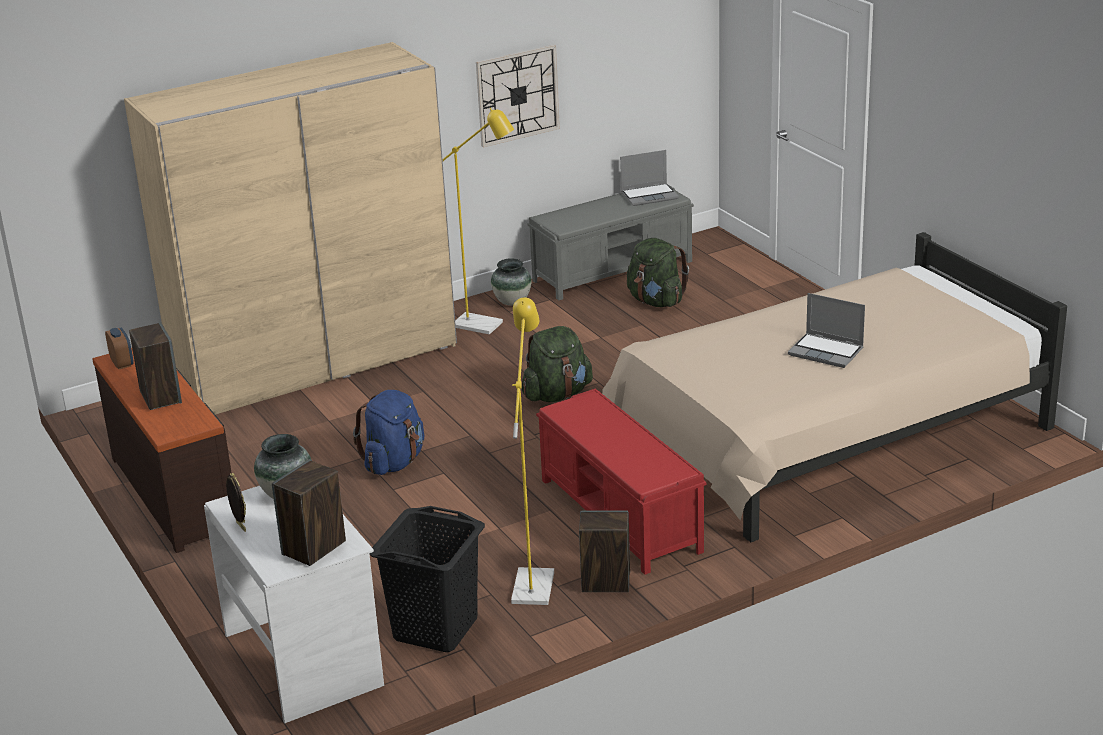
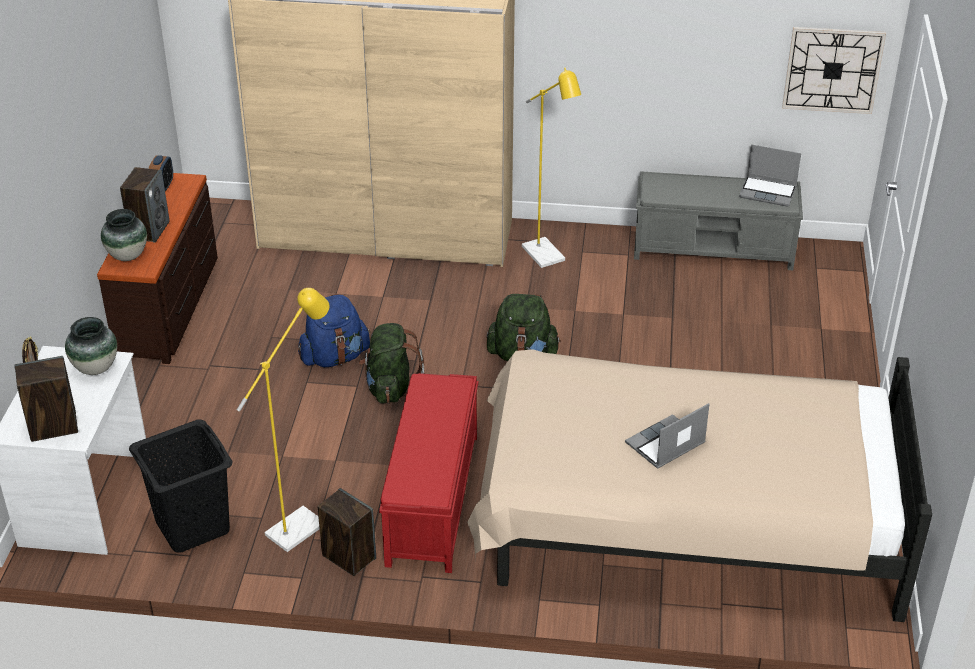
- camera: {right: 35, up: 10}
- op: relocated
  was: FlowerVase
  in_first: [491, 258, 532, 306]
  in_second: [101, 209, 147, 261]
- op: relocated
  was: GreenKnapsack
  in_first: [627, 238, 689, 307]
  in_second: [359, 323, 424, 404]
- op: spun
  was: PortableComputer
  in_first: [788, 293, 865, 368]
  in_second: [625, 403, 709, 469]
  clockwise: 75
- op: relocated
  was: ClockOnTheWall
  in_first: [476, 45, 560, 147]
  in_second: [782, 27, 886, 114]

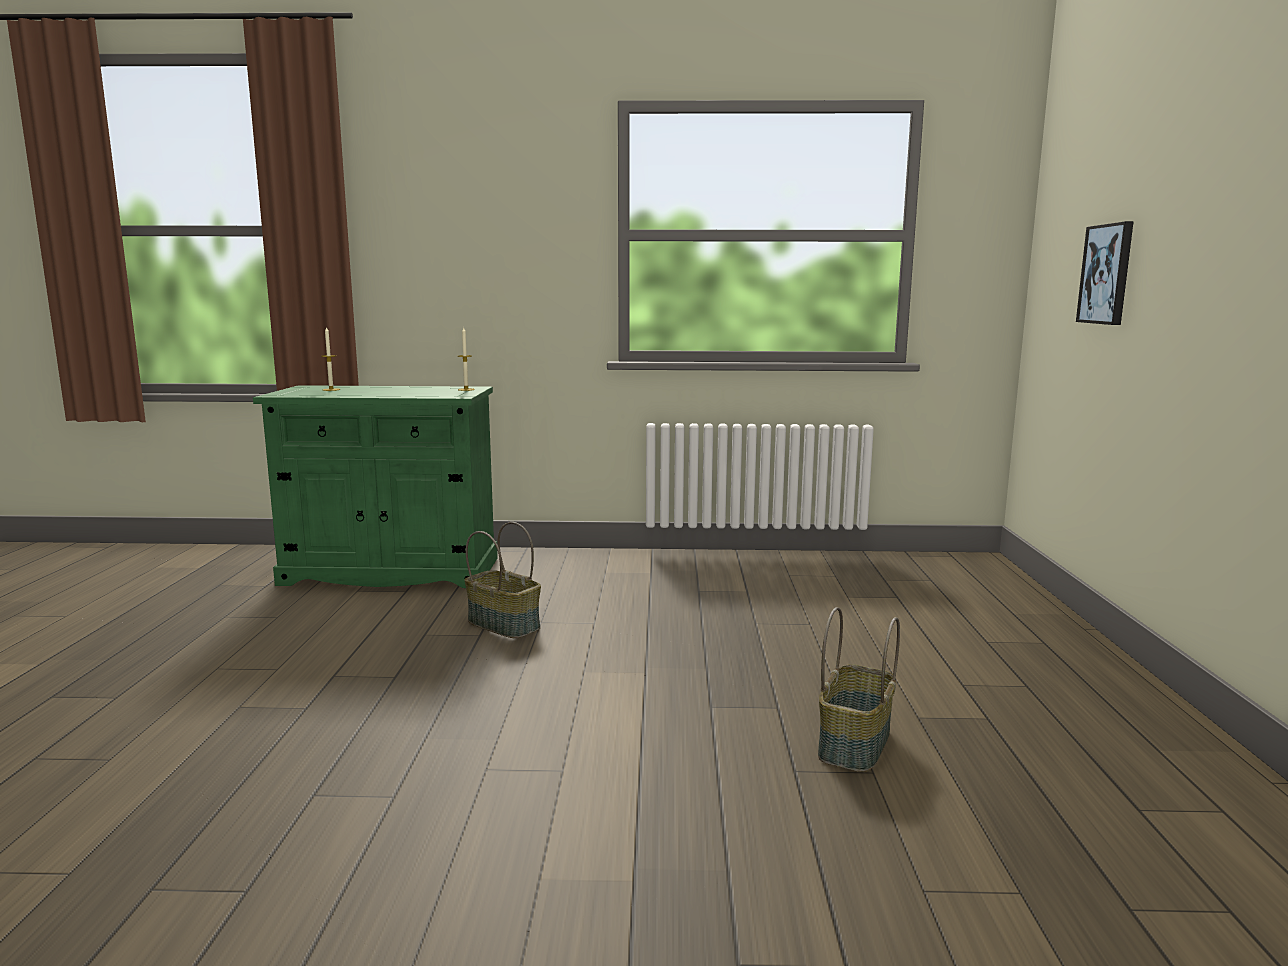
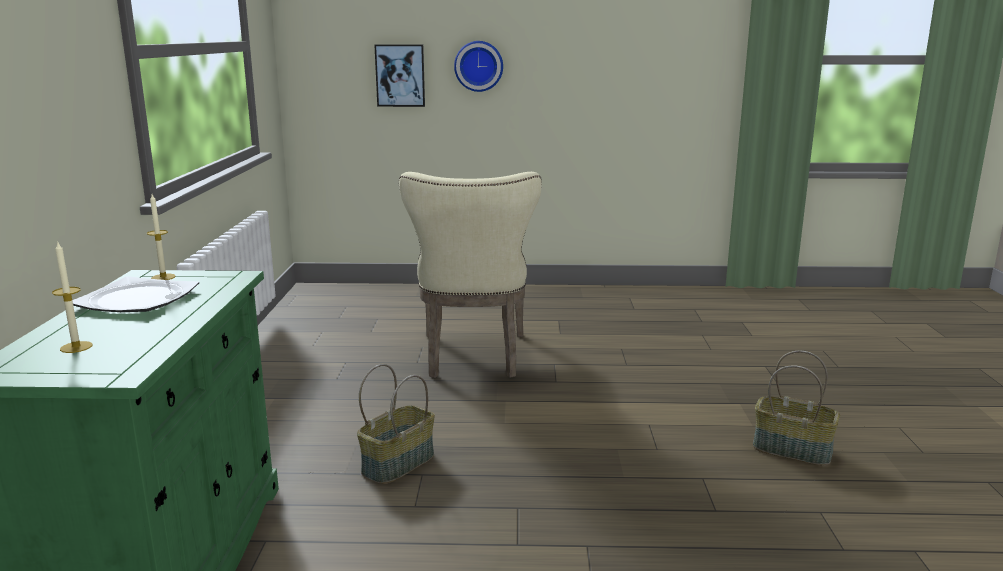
- camera: {right: -90, up: 5}
- op: appeared
  now: FlatDish
  in_second: [72, 276, 199, 312]
- op: appeared
  now: SandColouredChair
  in_second: [399, 172, 542, 378]
- op: appeared
  now: ClockOnTheWall
  in_second: [454, 41, 503, 92]
- op: relocated
  was: StorageBasket
  in_first: [818, 607, 900, 772]
  in_second: [753, 351, 840, 466]

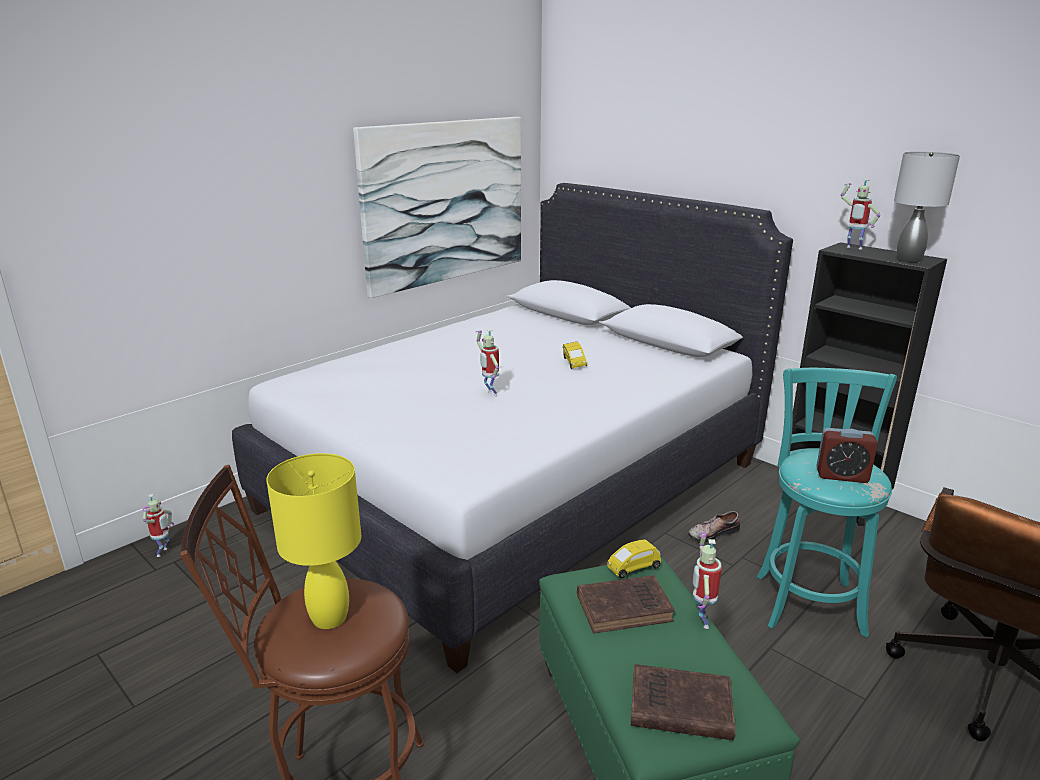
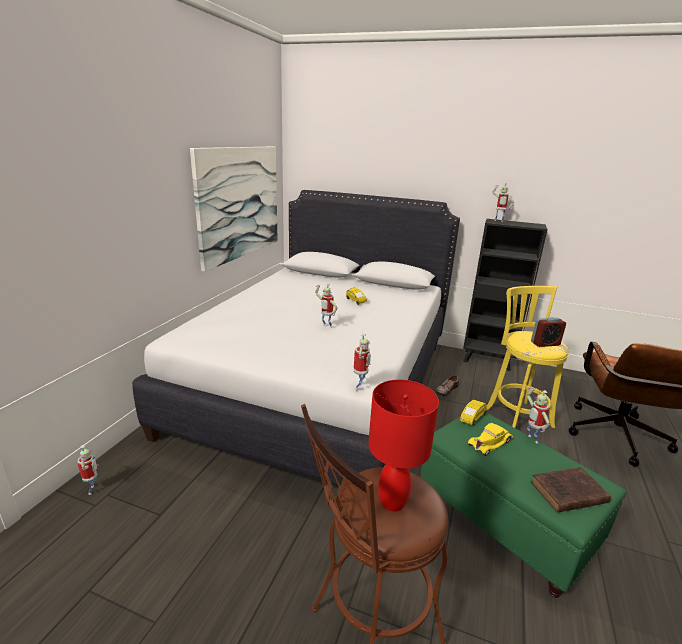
- camera: {right: -25, up: 0}
- op: appeared
  now: RobotFigure
  in_second: [354, 333, 371, 390]
- op: colour
  was: YellowColouredTabletopLamp
  now: RedTabletopLamp
  in_first: [266, 453, 361, 629]
  in_second: [368, 380, 439, 511]
- op: exchanged
  was: BrownColouredBook
  now: YellowColouredMiniatureCar
  in_first: [577, 575, 675, 634]
  in_second: [468, 423, 513, 456]
- op: colour
  was: BlueGreenSittingStool
  now: YellowColouredSittingStool
  in_first: [757, 368, 897, 638]
  in_second: [487, 286, 569, 428]
- op: missing
  was: GreyTabletopLamp
  in_first: [894, 152, 960, 263]

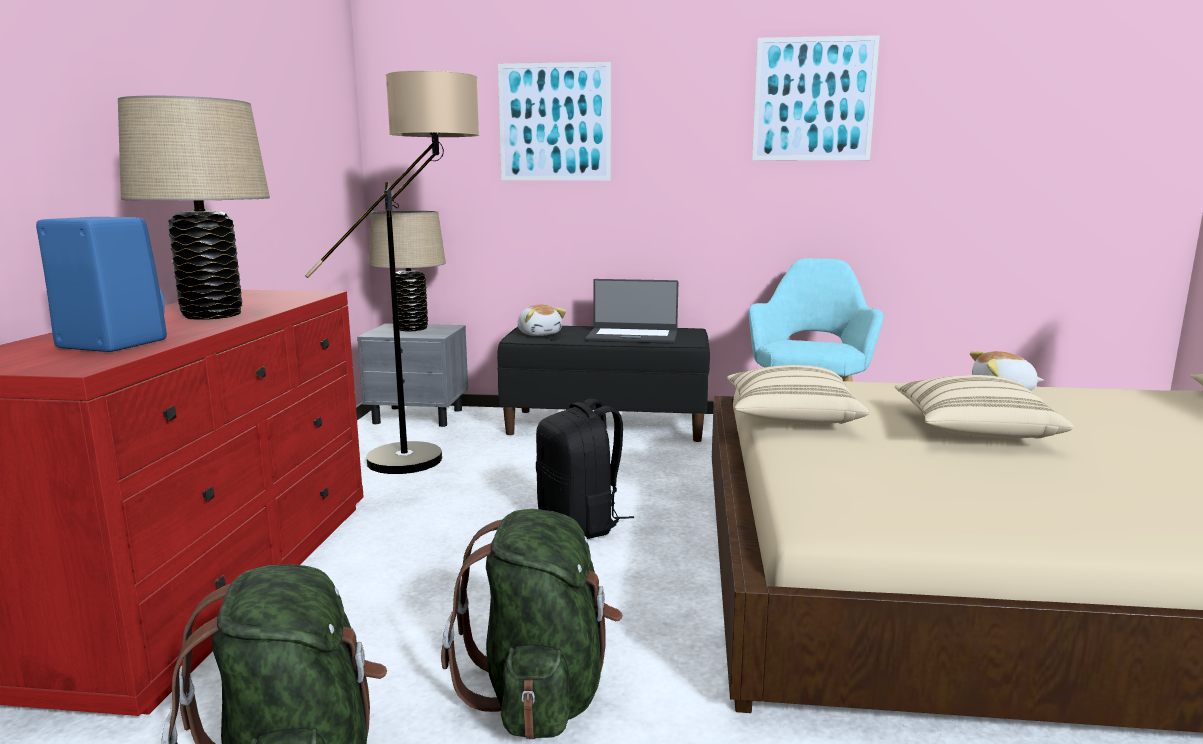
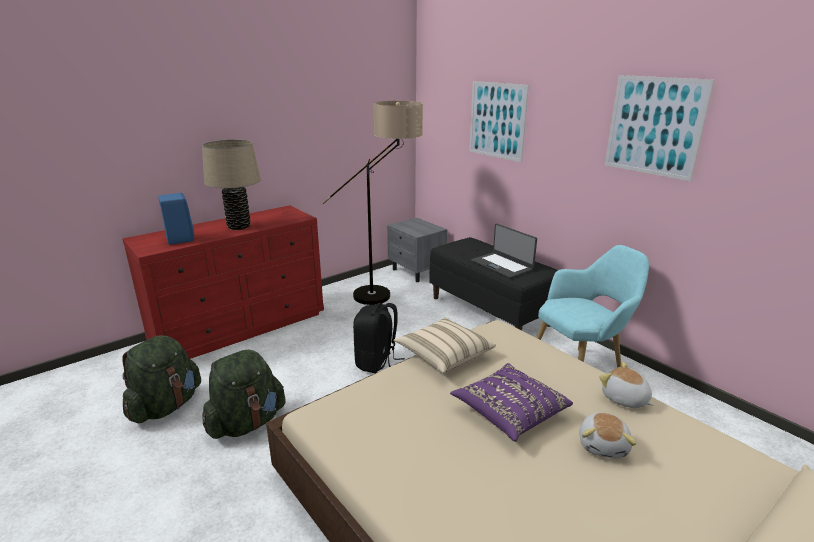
- camera: {right: 45, up: 10}
- op: colour
  was: SandColouredThrowPillow
  now: PurplishThrowPillow
  in_first: [894, 375, 1073, 439]
  in_second: [450, 363, 573, 442]
- op: relocated
  was: SoftToy
  in_first: [517, 304, 566, 336]
  in_second: [579, 413, 637, 458]
- op: missing
  was: SandColouredTabletopLamp
  in_first: [370, 210, 446, 332]

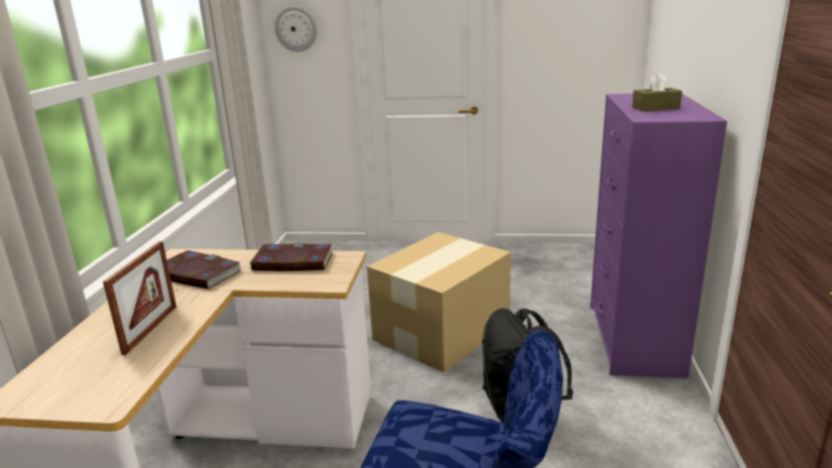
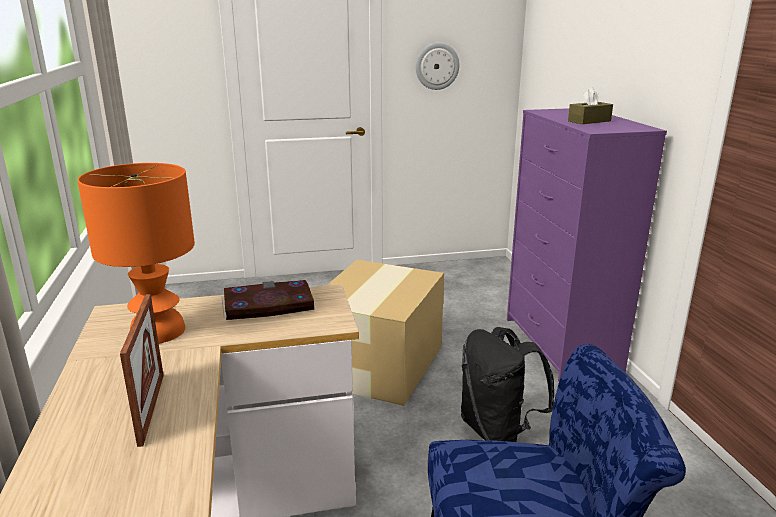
- camera: {right: -20, up: 0}
- op: exchanged
  was: Book
  now: OrangeyTabletopLamp
  in_first: [167, 250, 242, 289]
  in_second: [77, 163, 195, 344]
- op: relocated
  was: ClockOnTheWall
  in_first: [275, 6, 317, 52]
  in_second: [416, 43, 460, 90]

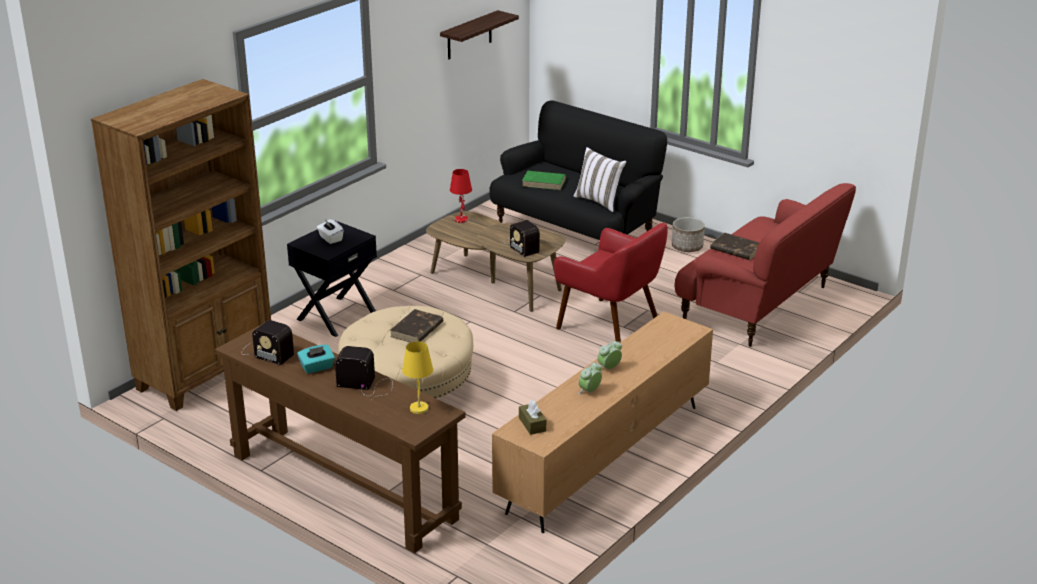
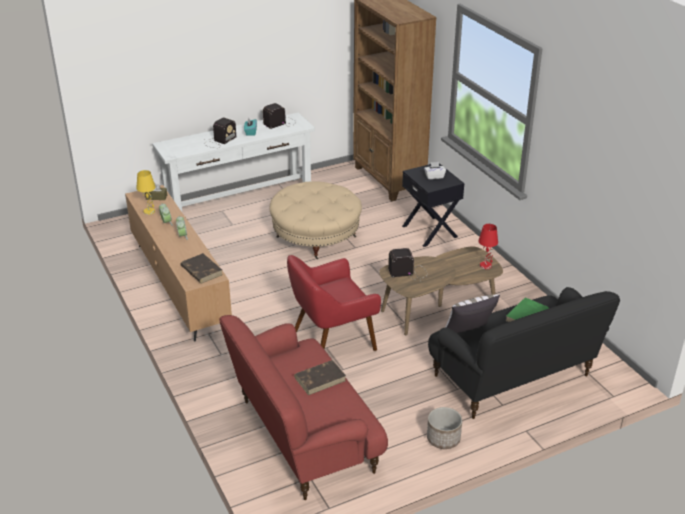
- camera: {right: 115, up: 5}
- op: relocated
  was: YellowColouredTabletopLamp
  in_first: [402, 341, 433, 414]
  in_second: [136, 170, 156, 215]
- op: colour
  was: BrownColouredNarrowTable
  now: WhitishNarrowTable
  in_first: [215, 323, 466, 553]
  in_second: [152, 112, 315, 213]
- op: relocated
  was: BrownColouredBook
  in_first: [390, 309, 443, 343]
  in_second: [180, 253, 223, 283]
- op: missing
  was: Shelf
  in_first: [440, 10, 519, 59]

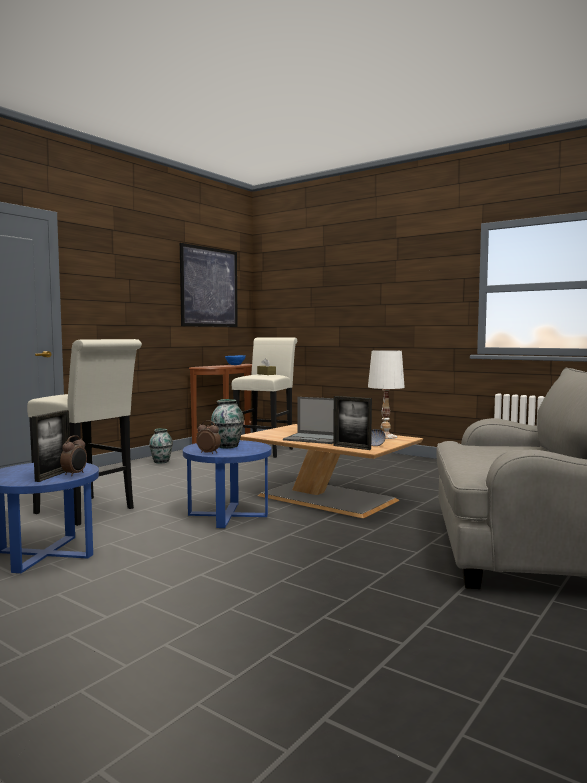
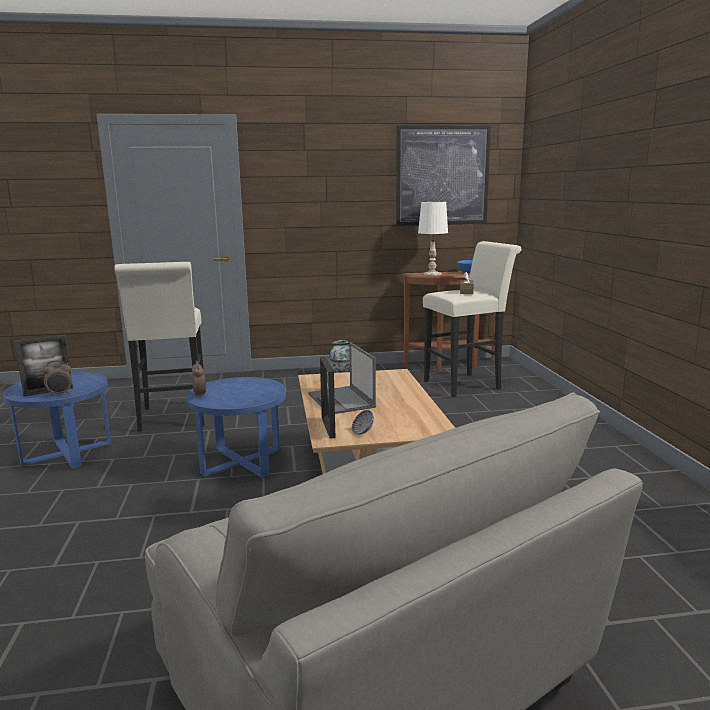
- camera: {right: 45, up: 10}
- op: relocated
  was: WhitishTabletopLamp
  in_first: [368, 350, 405, 439]
  in_second: [418, 202, 448, 276]
- op: missing
  was: FlowerVase
  in_first: [211, 399, 244, 448]

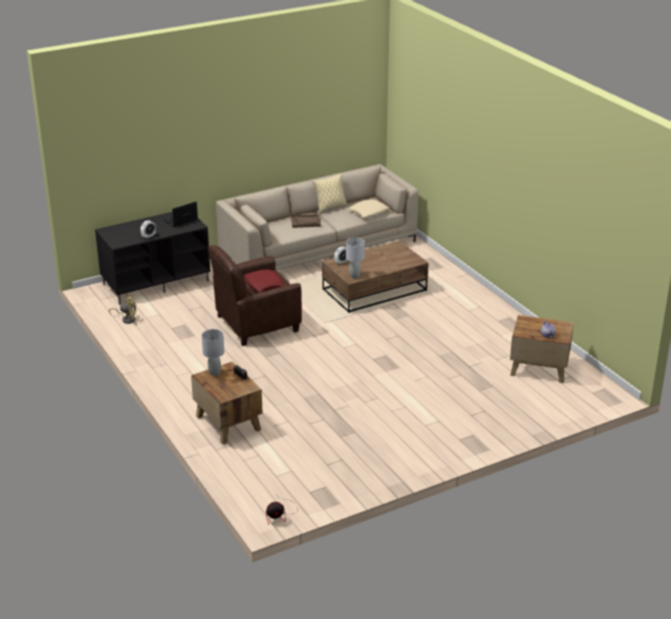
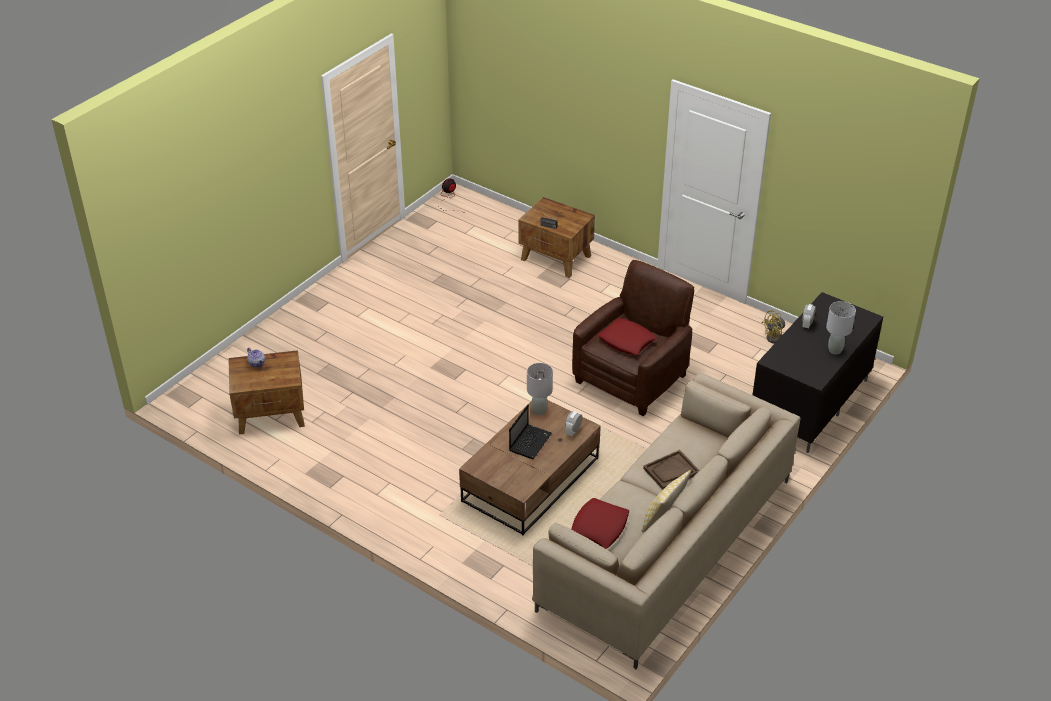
- camera: {right: 155, up: 10}
- op: relocated
  was: PortableComputer
  in_first: [164, 202, 198, 227]
  in_second: [509, 405, 552, 459]
- op: colour
  was: SandColouredThrowPillow
  now: RedThrowPillow
  in_first: [348, 199, 389, 218]
  in_second: [571, 498, 629, 549]
- op: relocated
  was: GreyTabletopLamp
  in_first: [202, 329, 224, 376]
  in_second: [826, 301, 856, 355]

